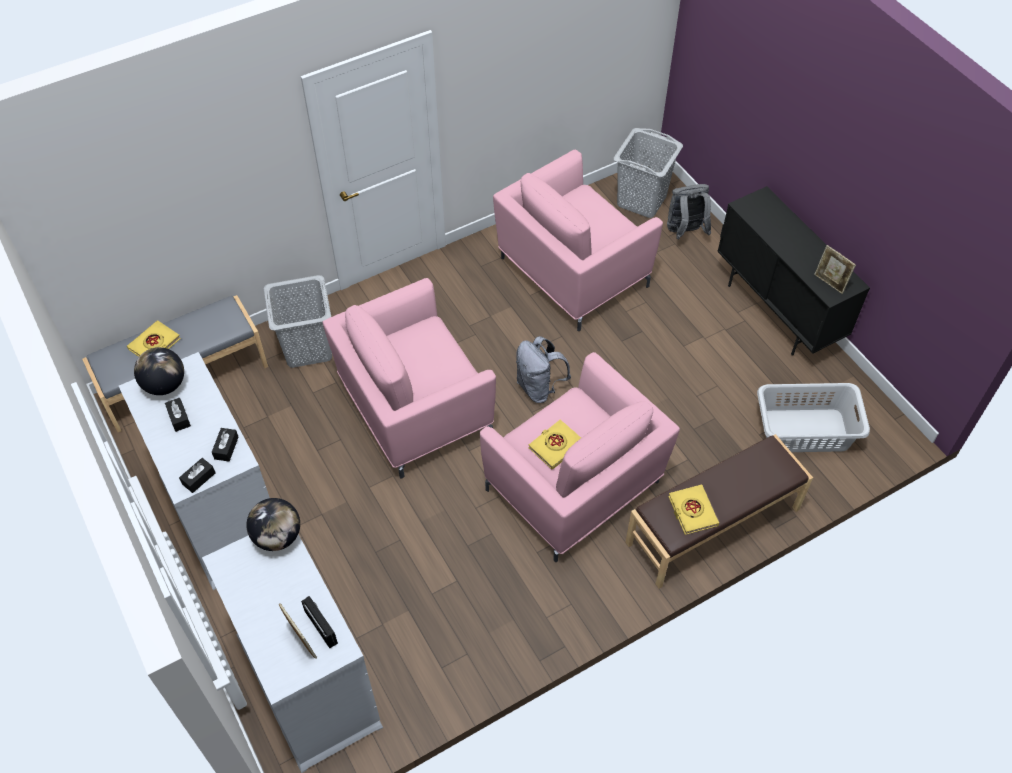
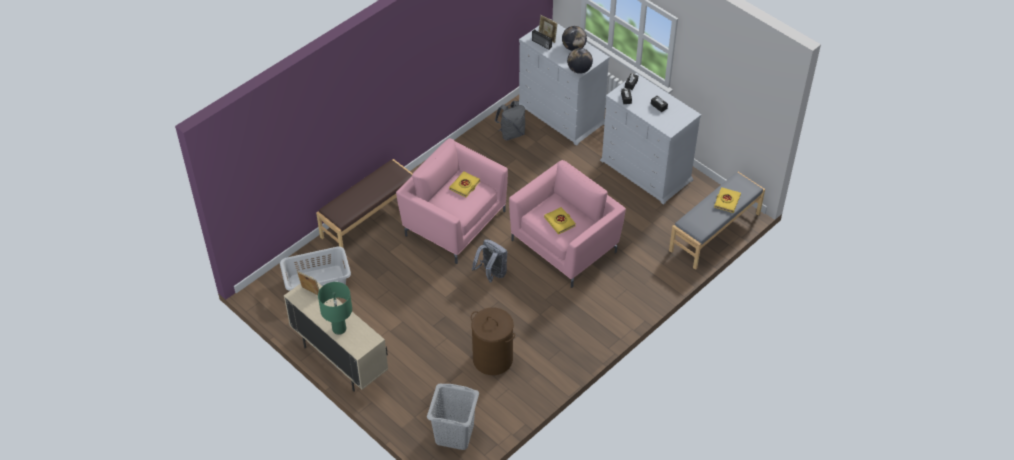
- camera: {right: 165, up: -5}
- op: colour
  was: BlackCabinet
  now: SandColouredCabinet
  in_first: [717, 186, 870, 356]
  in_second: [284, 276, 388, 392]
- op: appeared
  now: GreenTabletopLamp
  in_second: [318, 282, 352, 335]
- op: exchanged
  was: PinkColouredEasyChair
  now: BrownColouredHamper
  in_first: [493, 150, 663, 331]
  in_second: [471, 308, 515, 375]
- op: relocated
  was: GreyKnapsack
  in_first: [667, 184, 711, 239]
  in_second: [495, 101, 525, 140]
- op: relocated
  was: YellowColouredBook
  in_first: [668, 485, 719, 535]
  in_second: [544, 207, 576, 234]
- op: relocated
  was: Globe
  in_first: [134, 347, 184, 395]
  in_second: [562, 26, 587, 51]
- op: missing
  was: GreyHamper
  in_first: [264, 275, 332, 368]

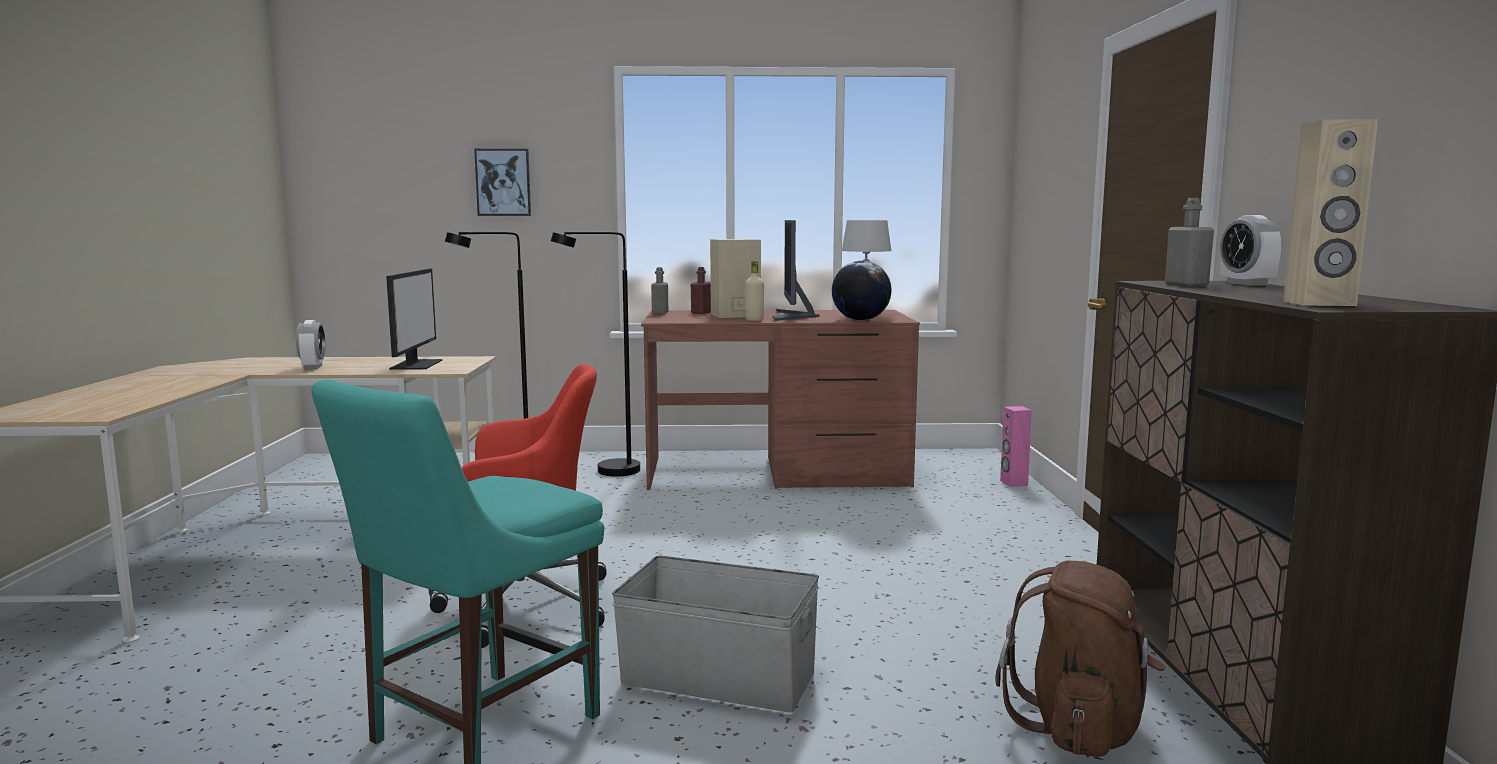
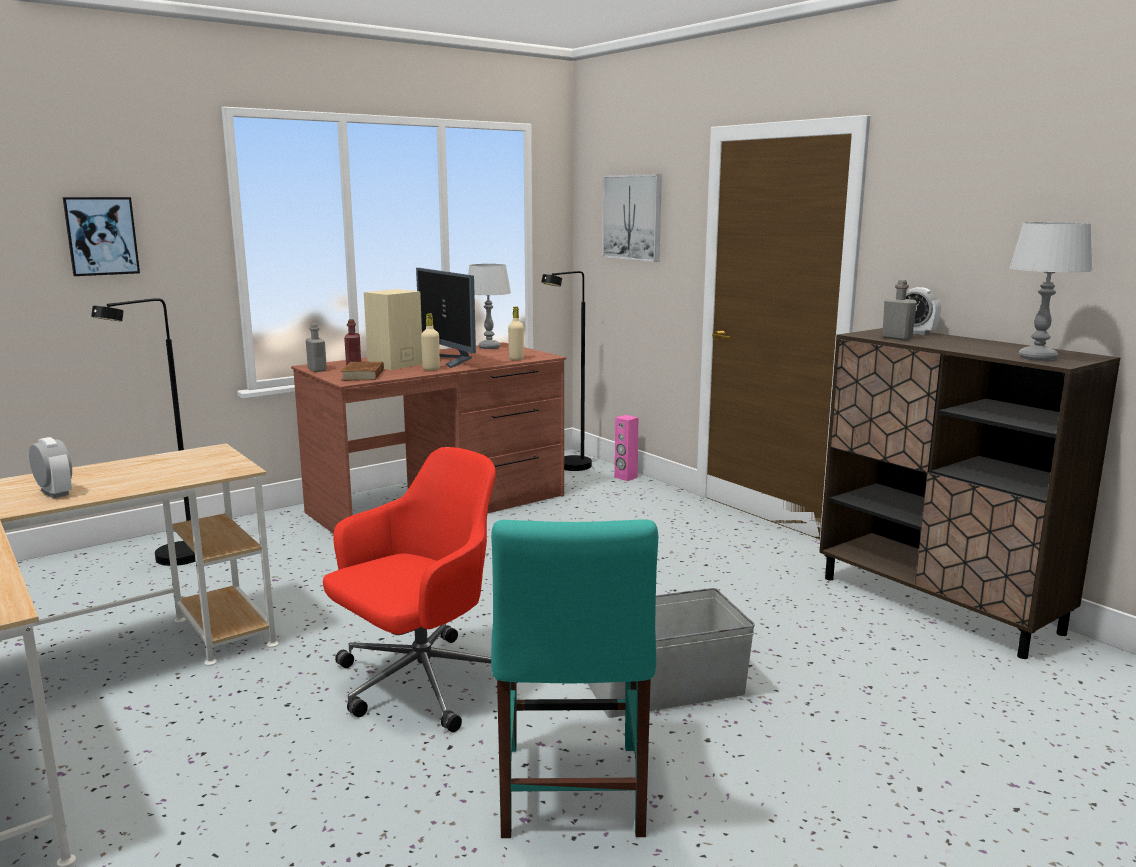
- camera: {right: -35, up: 5}
- op: appeared
  now: BrownColouredBook
  in_second: [341, 361, 384, 380]
- op: exchanged
  was: Globe
  now: SandColouredBeverageBottle
  in_first: [832, 261, 892, 320]
  in_second: [508, 307, 524, 360]
- op: relocated
  was: BlackFloorLamp
  in_first: [551, 232, 640, 477]
  in_second: [541, 271, 592, 471]
- op: appeared
  now: WallPicture
  in_second: [602, 174, 662, 262]
- op: exchanged
  was: SandColouredAudioSpeaker
  now: GreyTabletopLamp
  in_first: [1283, 119, 1378, 306]
  in_second: [1009, 222, 1093, 361]
- op: missing
  was: ComputerScreen
  in_first: [386, 269, 442, 370]
- op: missing
  was: BrownColouredKnapsack
  in_first: [996, 561, 1166, 757]

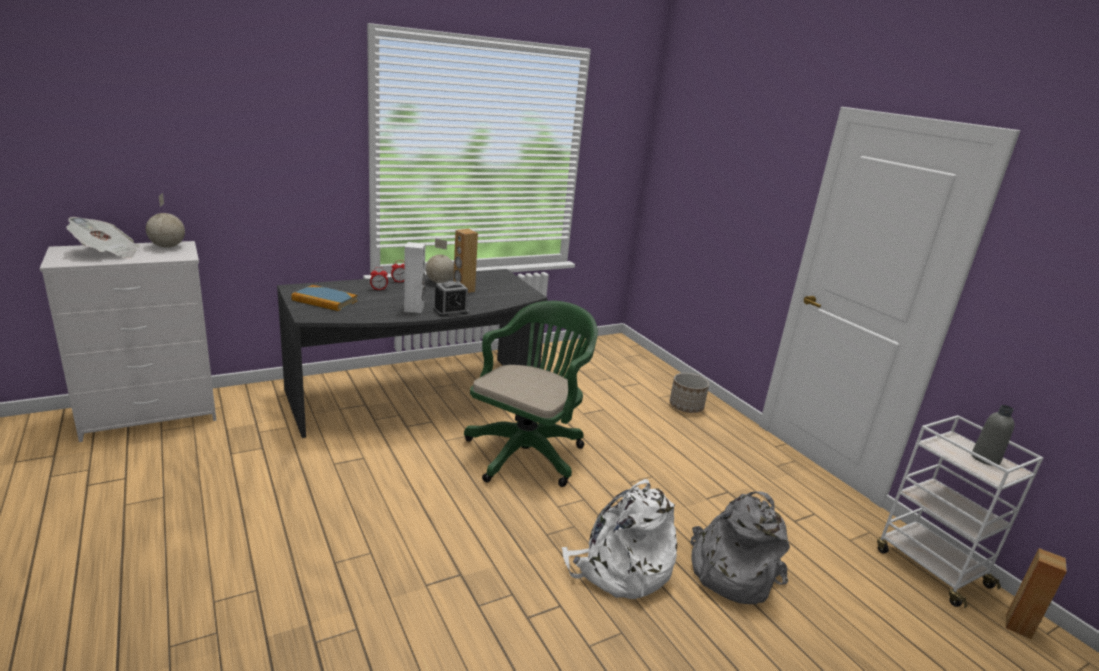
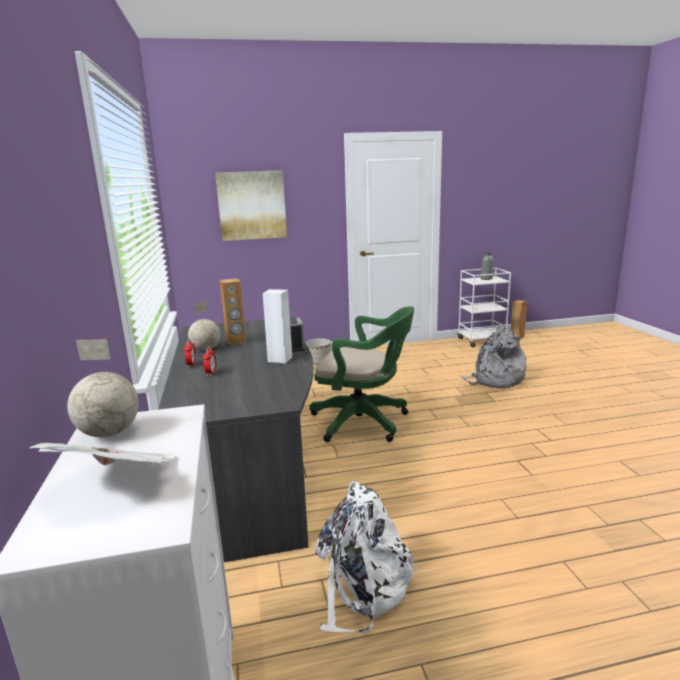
- camera: {right: -70, up: -5}
- op: appeared
  now: WallPicture
  in_second: [215, 170, 287, 241]
- op: spun
  was: GreenComputerChair
  in_first: [464, 301, 598, 487]
  in_second: [309, 306, 414, 442]
  clockwise: 150
- op: relocated
  was: WhitishKnapsack
  in_first: [562, 479, 677, 599]
  in_second: [315, 481, 420, 633]
- op: missing
  was: Book
  in_first: [291, 285, 358, 311]

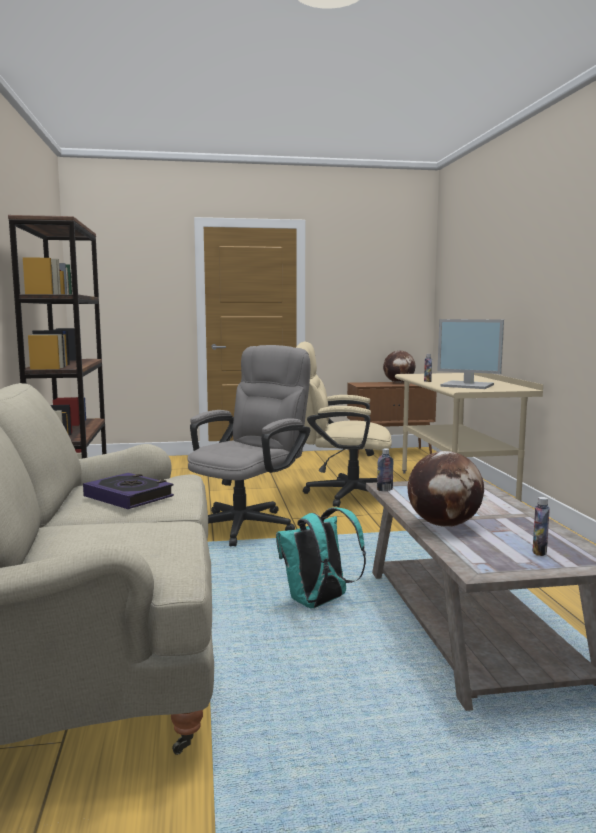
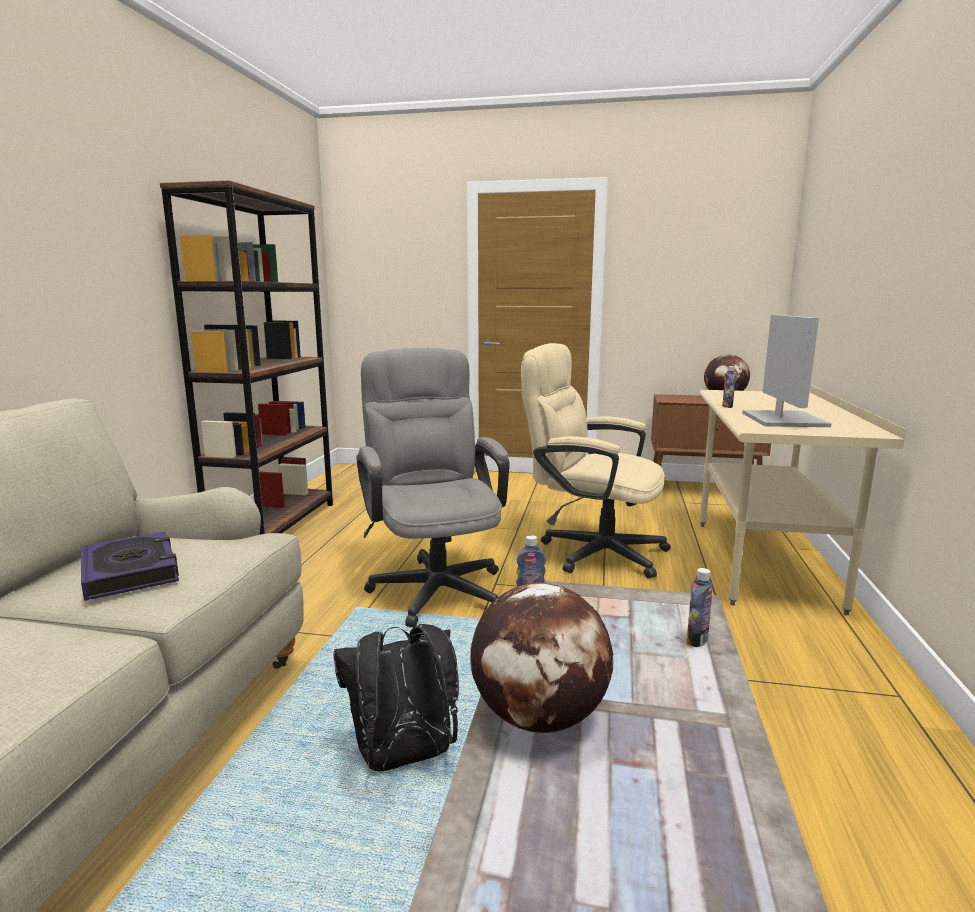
- camera: {right: 20, up: 5}
- op: colour
  was: BlueGreenKnapsack
  now: BlackKnapsack
  in_first: [276, 507, 366, 608]
  in_second: [333, 624, 459, 772]
- op: spun
  was: GreyComputerChair
  in_first: [188, 345, 310, 547]
  in_second: [356, 348, 510, 627]
  clockwise: -75
- op: relocated
  was: BeverageBottle
  in_first: [532, 497, 550, 556]
  in_second: [687, 568, 713, 647]
- op: spun
  was: ComputerScreen
  in_first: [437, 319, 504, 389]
  in_second: [742, 315, 831, 427]
  clockwise: -135

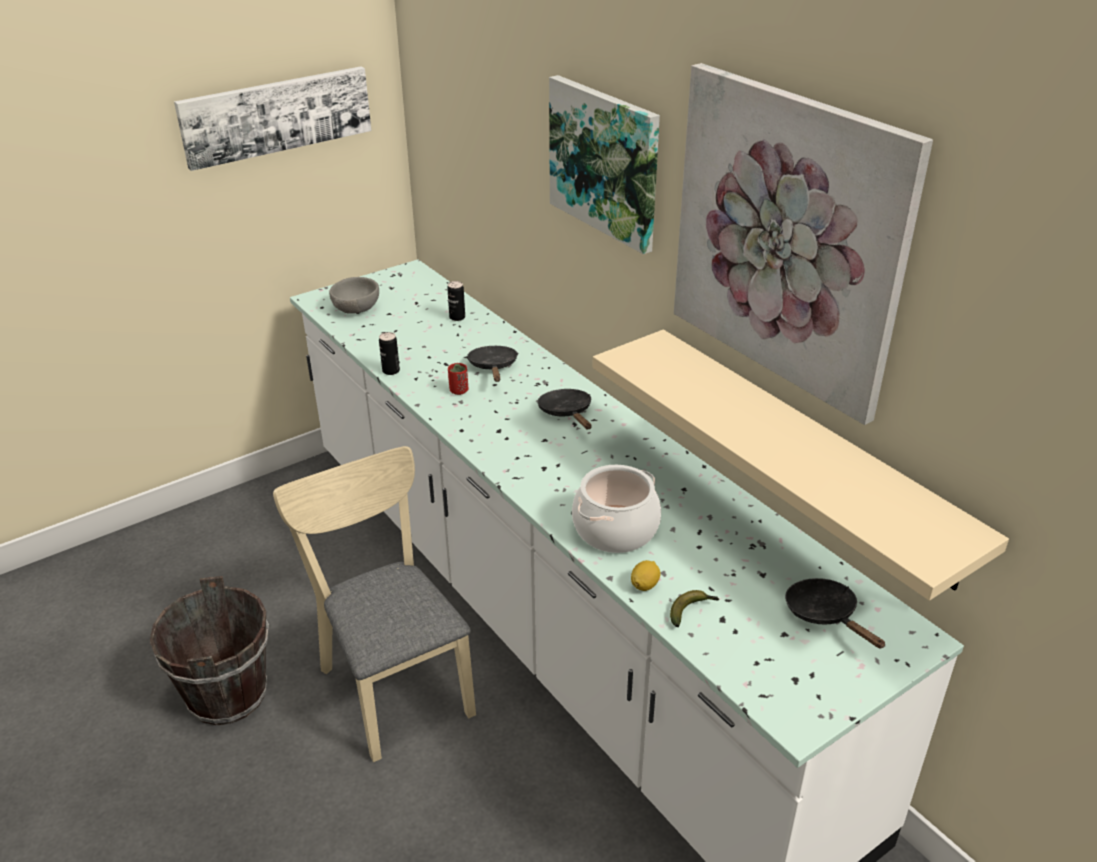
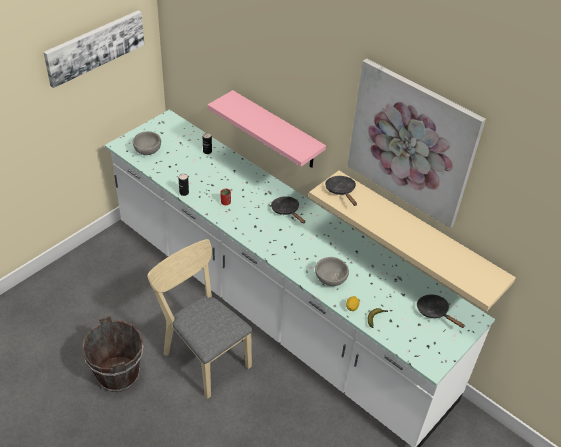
- camera: {right: -15, up: 10}
- op: appeared
  now: PinkColouredShelf
  in_second: [208, 90, 326, 168]
- op: exchanged
  was: Stockpot
  now: GreyDeepDish
  in_first: [572, 465, 661, 553]
  in_second: [315, 257, 349, 286]
- op: relocated
  was: BlackPan
  in_first: [466, 346, 518, 382]
  in_second: [325, 176, 357, 206]
- op: missing
  was: WallPicture
  in_first: [549, 75, 660, 254]

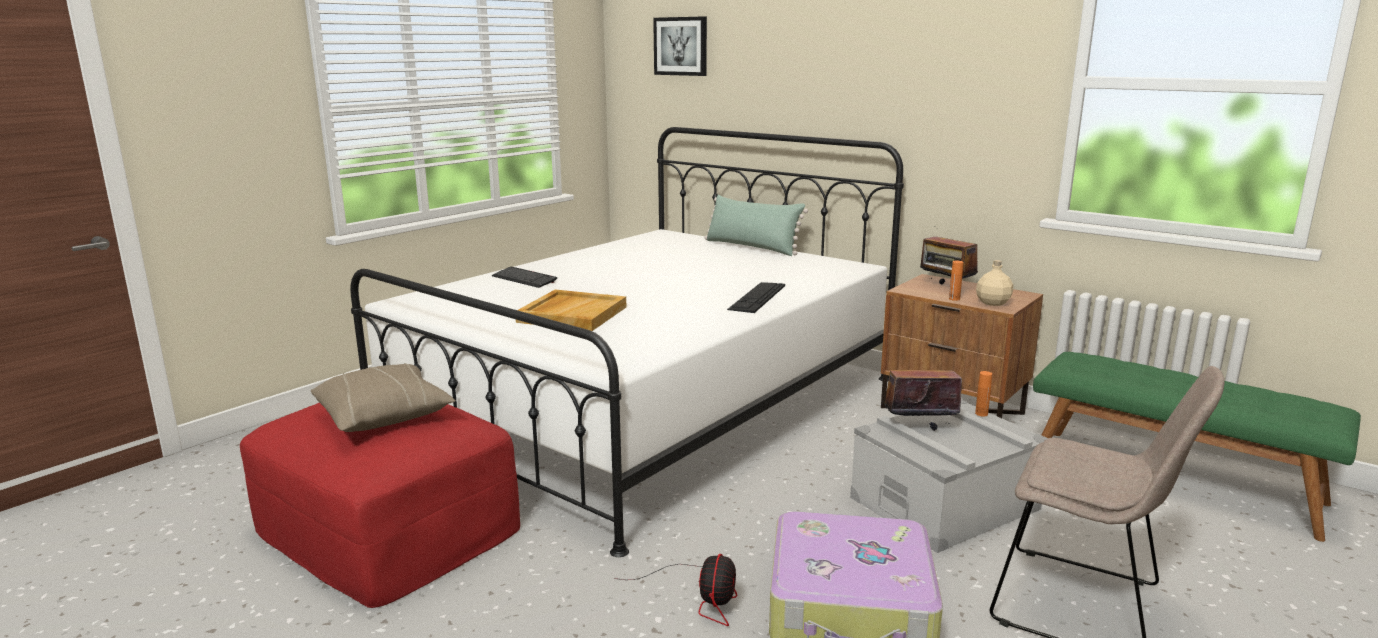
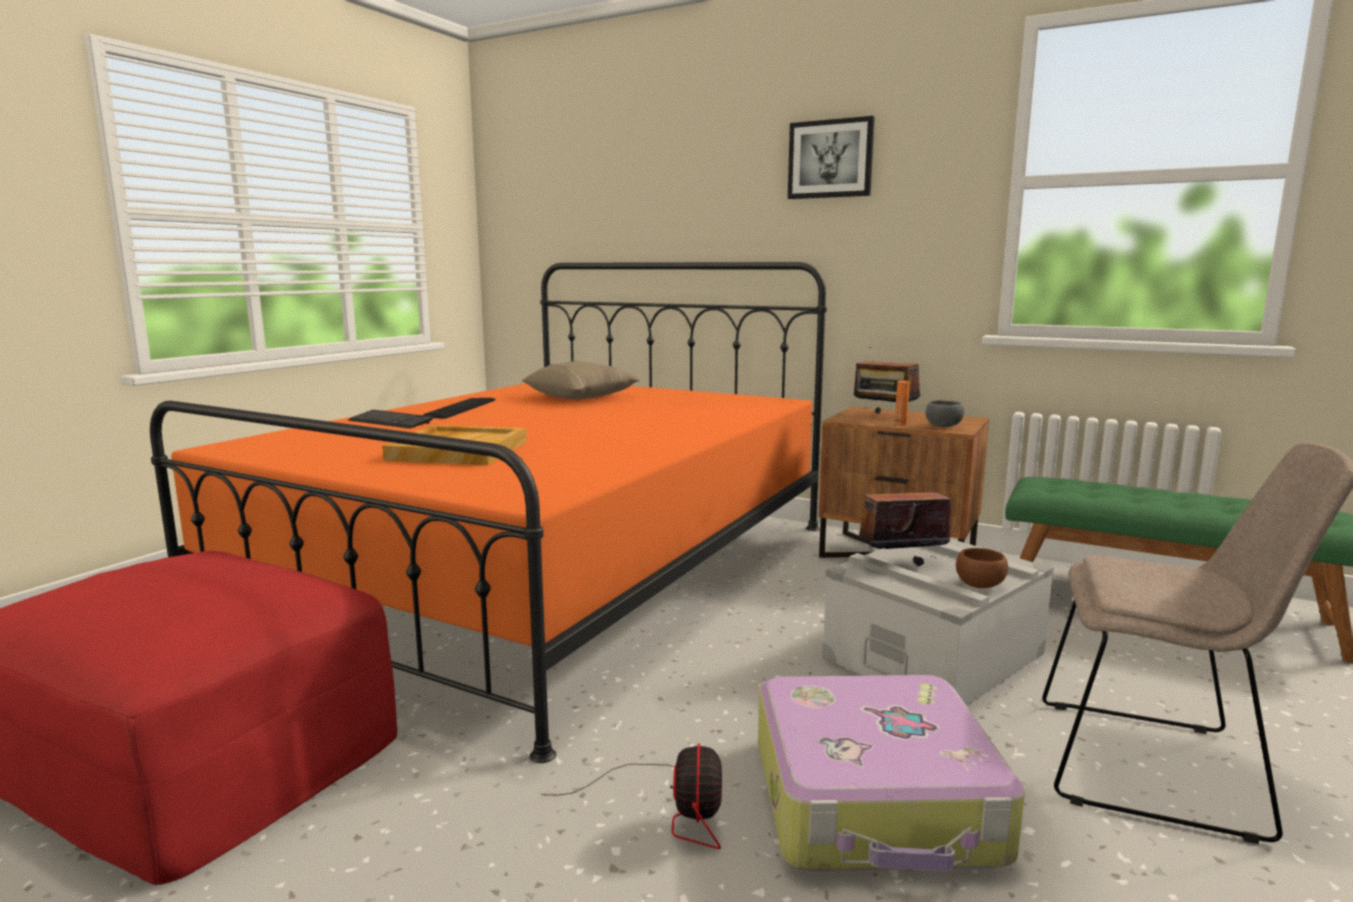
- camera: {right: -10, up: -5}
- op: colour
  was: WhitishBedroomBed
  now: OrangeyBedroomBed
  in_first: [350, 127, 904, 557]
  in_second: [150, 262, 827, 763]
- op: relocated
  was: Keyboard
  in_first: [727, 282, 785, 313]
  in_second: [423, 398, 495, 419]
- op: relocated
  was: SandColouredThrowPillow
  in_first: [311, 363, 456, 432]
  in_second: [522, 361, 640, 399]
- op: relocated
  was: WallPicture
  in_first: [653, 16, 707, 76]
  in_second: [788, 116, 875, 199]
- op: exchanged
  was: SandColouredBeverageBottle
  now: GreyDeepDish
  in_first: [976, 260, 1013, 306]
  in_second: [926, 400, 964, 427]
- op: appeared
  now: BrownColouredDeepDish
  in_second: [956, 548, 1008, 588]
- op: missing
  was: GreenThrowPillow
  in_first: [705, 195, 808, 256]
- op: missing
  was: OrangeyBeverageBottle
  in_first: [975, 371, 992, 417]

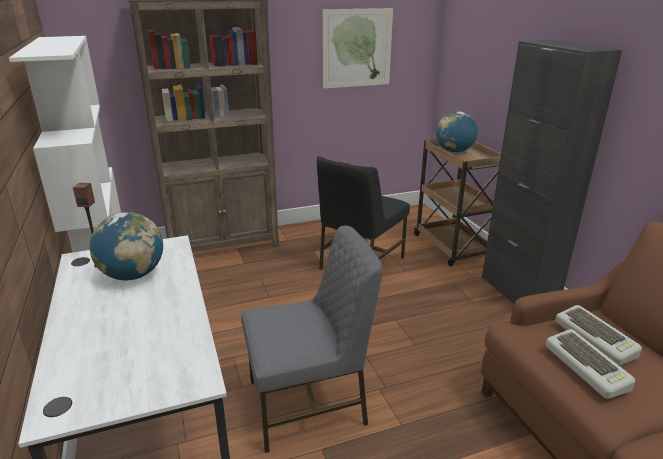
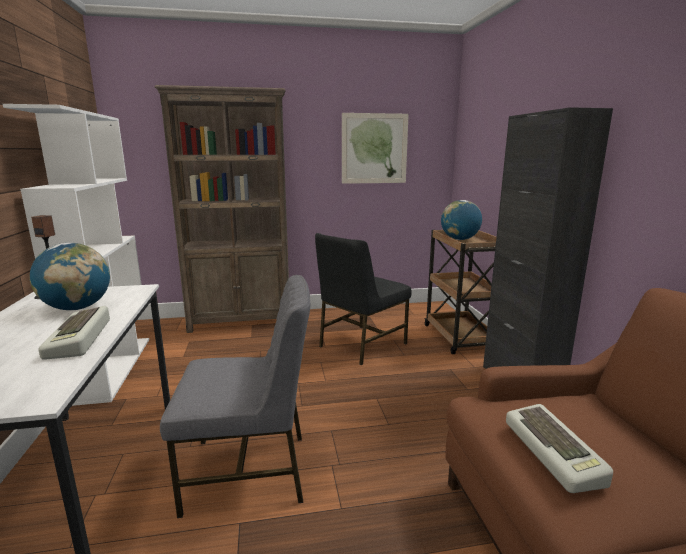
- camera: {right: 10, up: -10}
- op: relocated
  was: Keyboard
  in_first: [555, 305, 642, 366]
  in_second: [38, 306, 110, 360]

